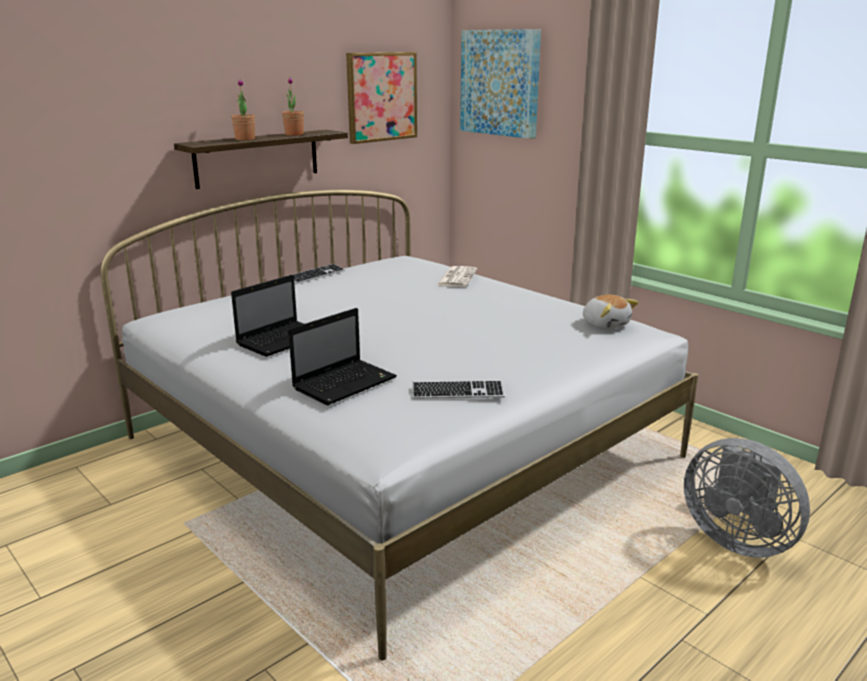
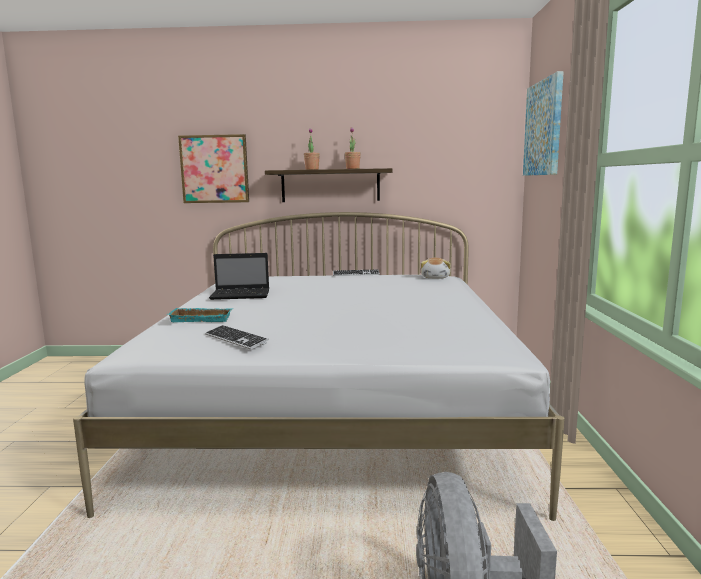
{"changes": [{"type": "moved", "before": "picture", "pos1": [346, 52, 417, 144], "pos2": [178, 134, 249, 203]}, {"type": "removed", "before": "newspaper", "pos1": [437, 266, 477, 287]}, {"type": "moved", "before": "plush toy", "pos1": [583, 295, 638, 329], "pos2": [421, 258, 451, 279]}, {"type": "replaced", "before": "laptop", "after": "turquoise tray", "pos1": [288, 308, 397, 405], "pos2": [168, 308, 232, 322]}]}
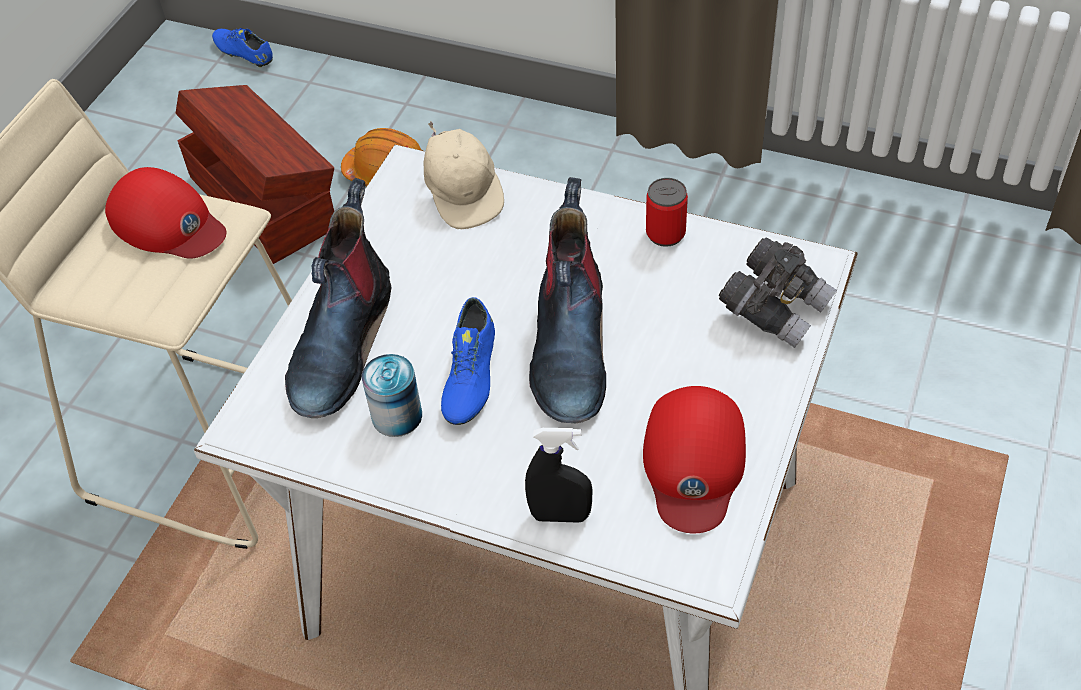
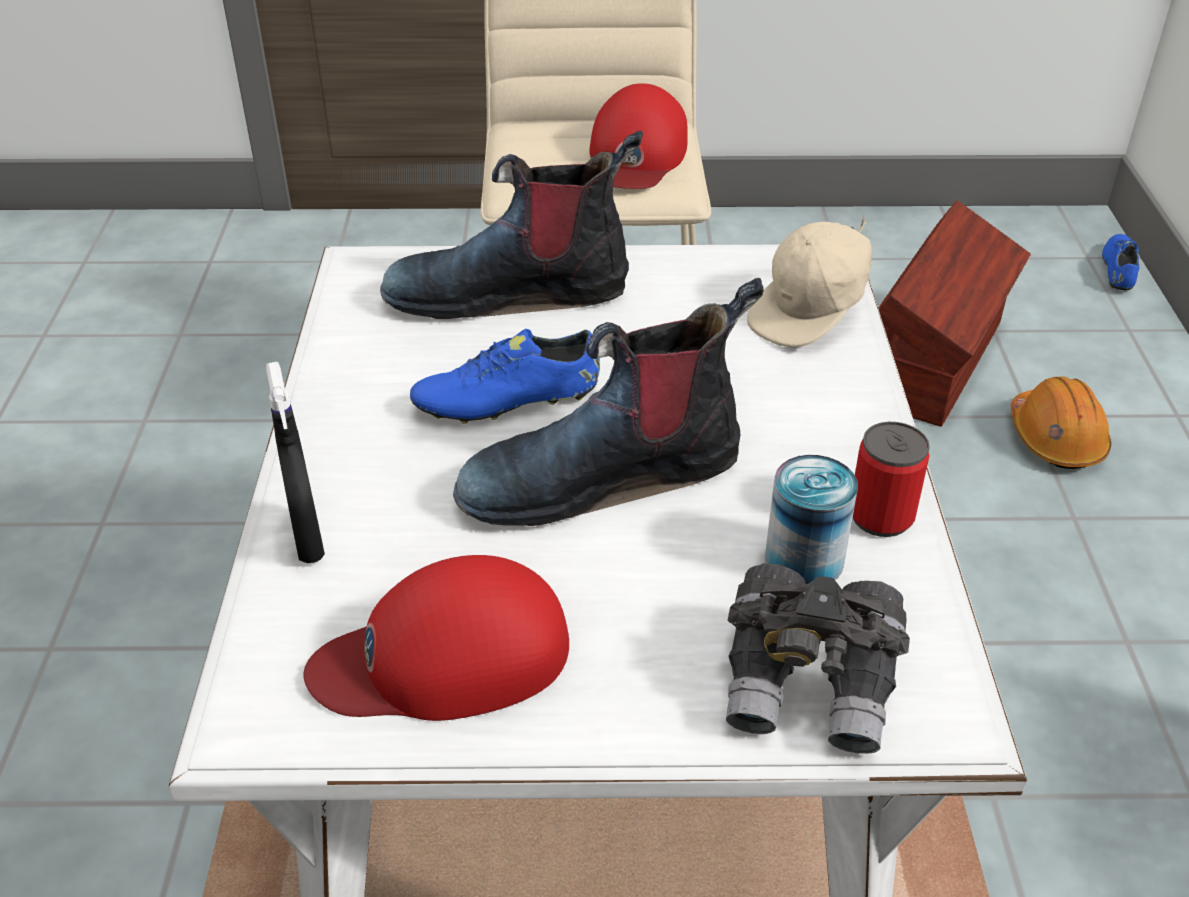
{"changes": [{"type": "moved", "before": "can", "pos1": [362, 354, 422, 437], "pos2": [765, 455, 858, 584]}]}
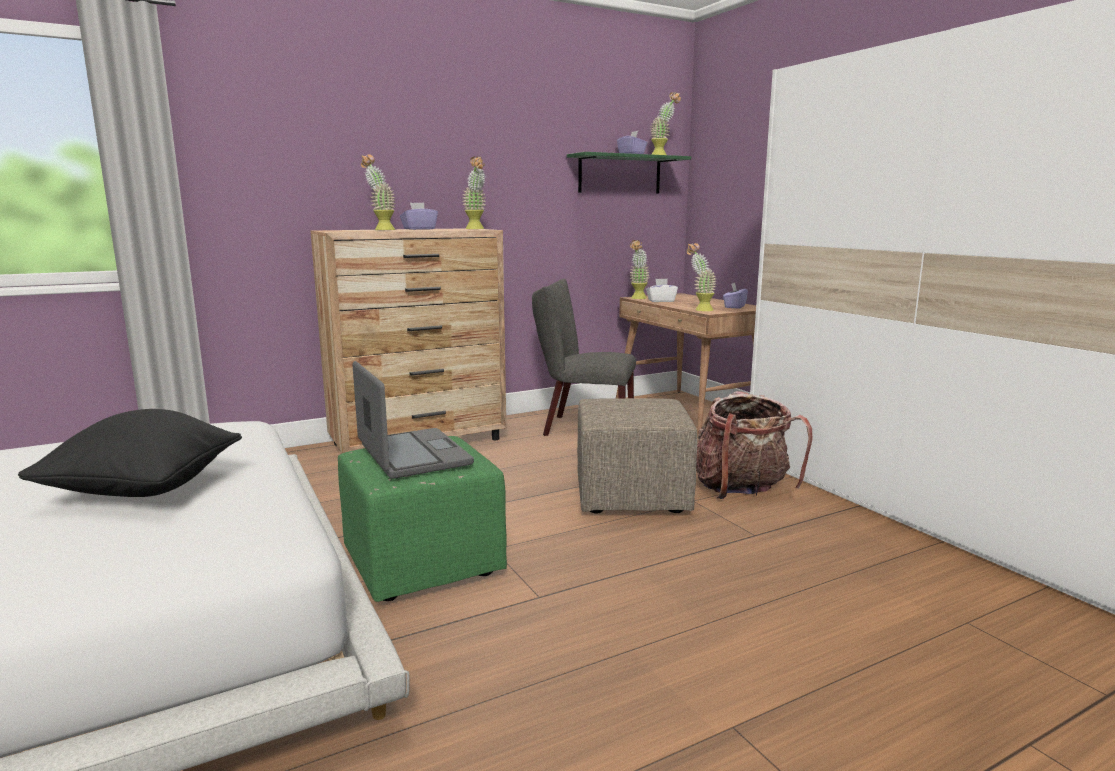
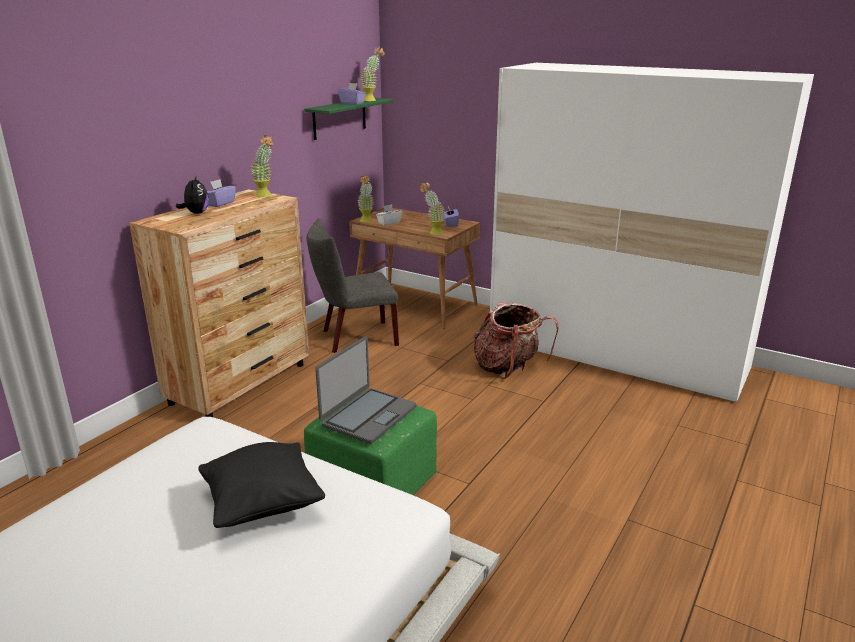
{"changes": [{"type": "replaced", "before": "potted plant", "after": "plush toy", "pos1": [361, 154, 396, 230], "pos2": [176, 176, 209, 214]}, {"type": "turned", "before": "laptop", "pos1": [352, 361, 474, 479], "pos2": [315, 336, 417, 444], "turn": 90}, {"type": "removed", "before": "beige ottoman", "pos1": [577, 398, 697, 514]}]}
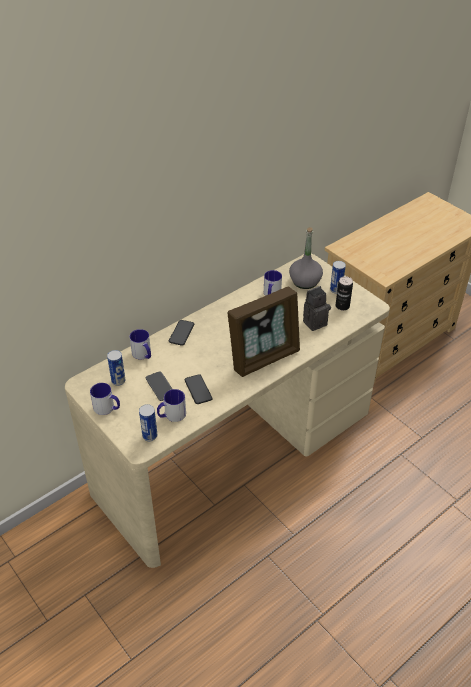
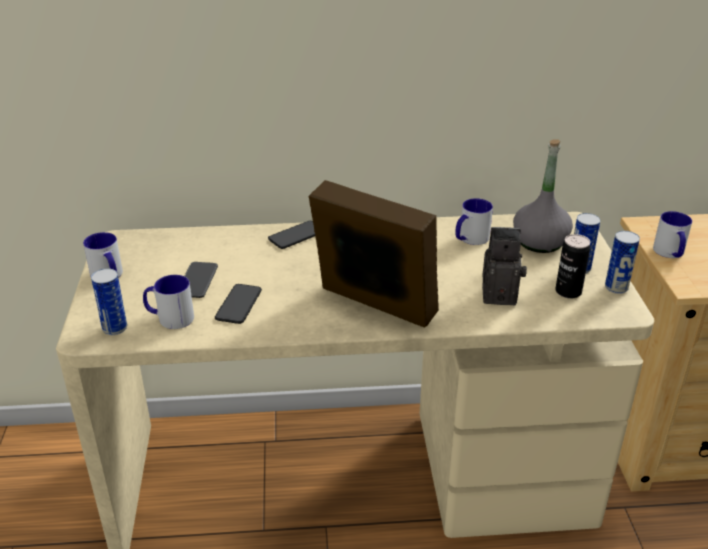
{"changes": [{"type": "turned", "before": "picture frame", "pos1": [228, 287, 300, 377], "pos2": [309, 180, 439, 328], "turn": -150}, {"type": "moved", "before": "mug", "pos1": [129, 329, 151, 360], "pos2": [653, 211, 692, 258]}, {"type": "moved", "before": "can", "pos1": [107, 350, 126, 386], "pos2": [605, 231, 640, 294]}]}
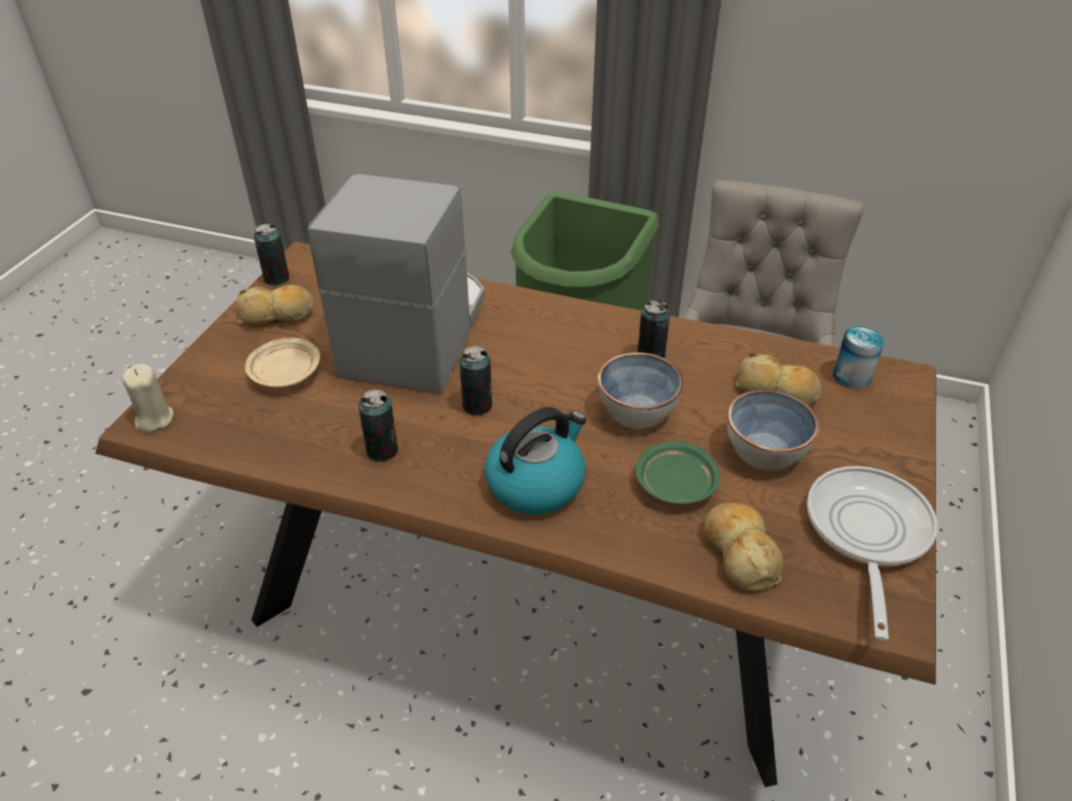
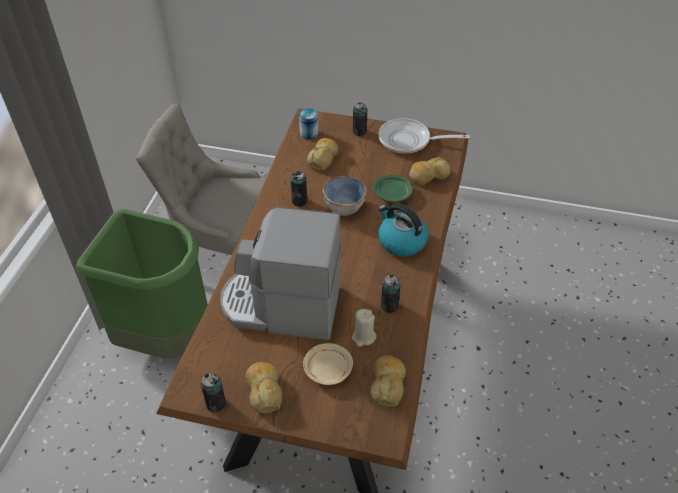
{"changes": [{"type": "moved", "before": "can", "pos1": [459, 346, 492, 416], "pos2": [353, 102, 367, 136]}, {"type": "moved", "before": "beige candle", "pos1": [122, 364, 174, 432], "pos2": [352, 309, 376, 347]}, {"type": "removed", "before": "bowl", "pos1": [727, 389, 819, 471]}, {"type": "added", "after": "bread", "pos2": [370, 355, 406, 407]}]}
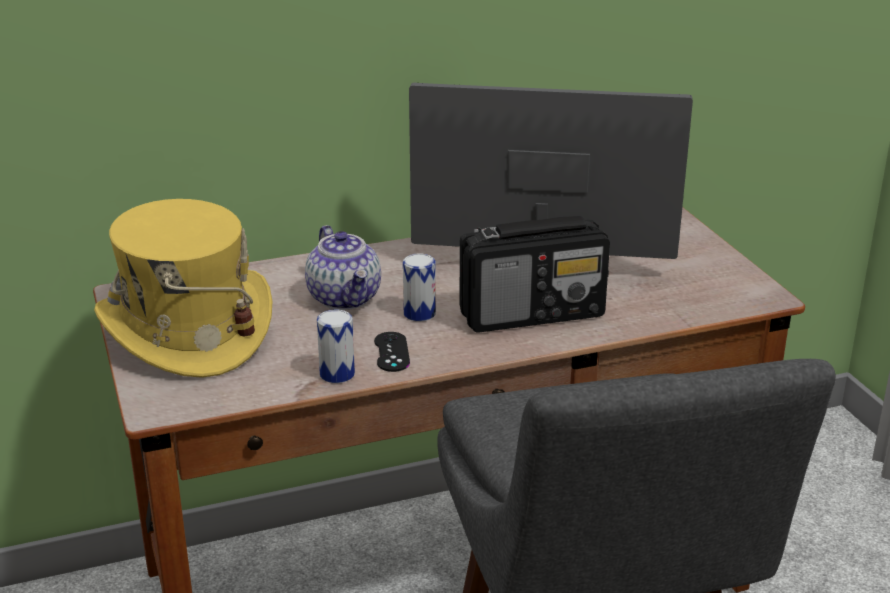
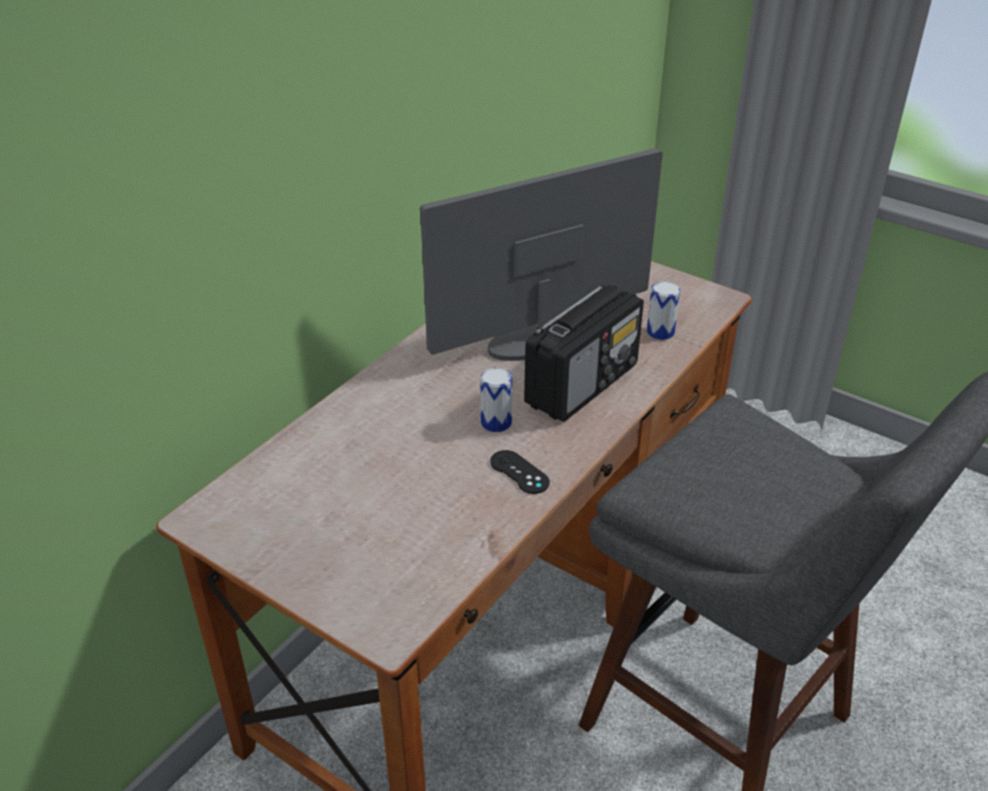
{"changes": [{"type": "removed", "before": "yellow hat", "pos1": [94, 199, 272, 378]}, {"type": "removed", "before": "teapot", "pos1": [305, 225, 381, 310]}, {"type": "moved", "before": "can", "pos1": [317, 309, 355, 383], "pos2": [647, 281, 680, 340]}]}
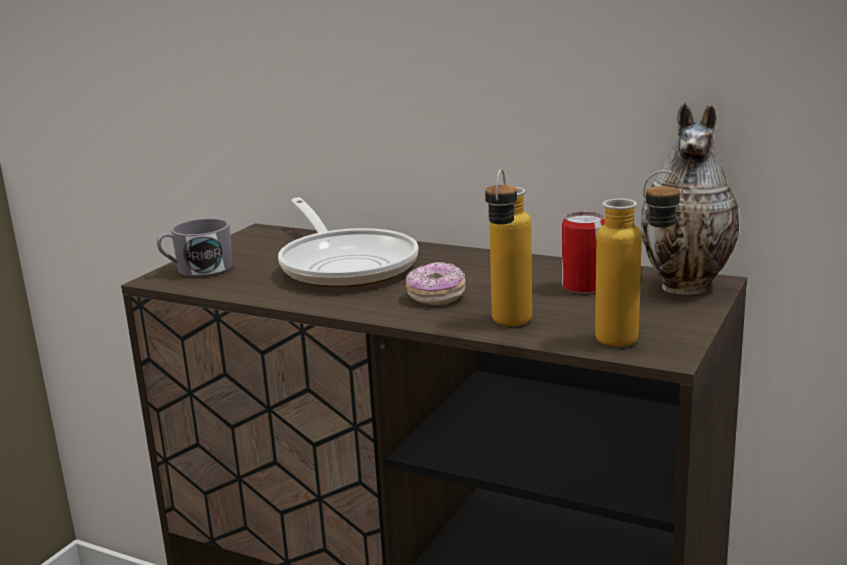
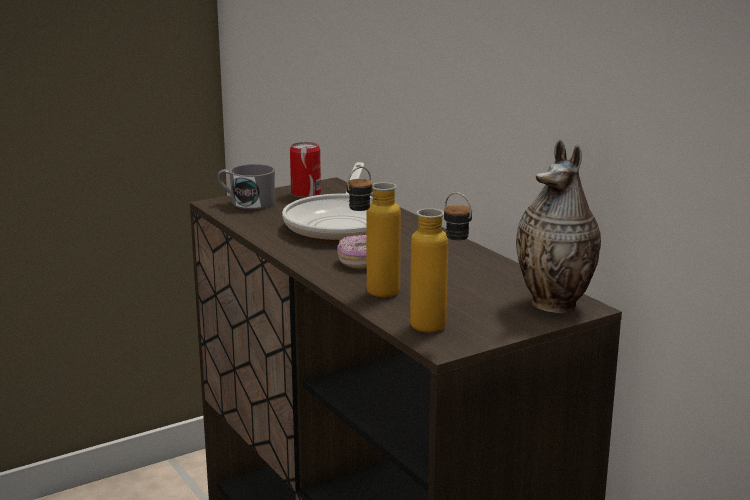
{"changes": [{"type": "moved", "before": "can", "pos1": [562, 212, 605, 294], "pos2": [290, 142, 321, 198]}]}
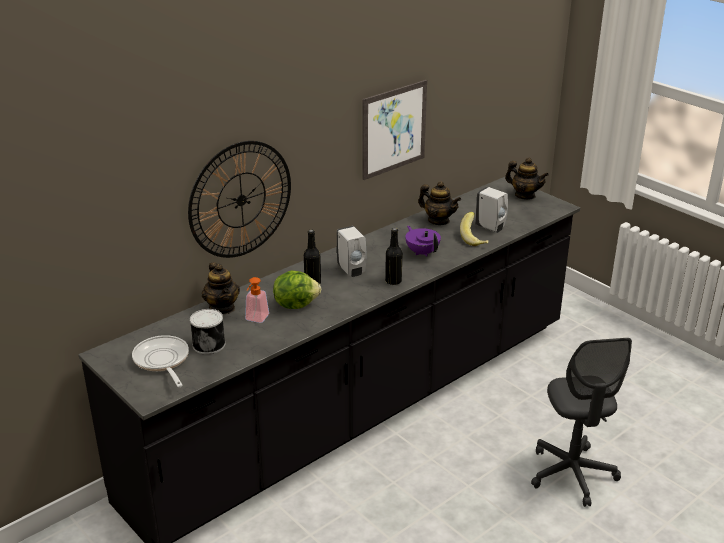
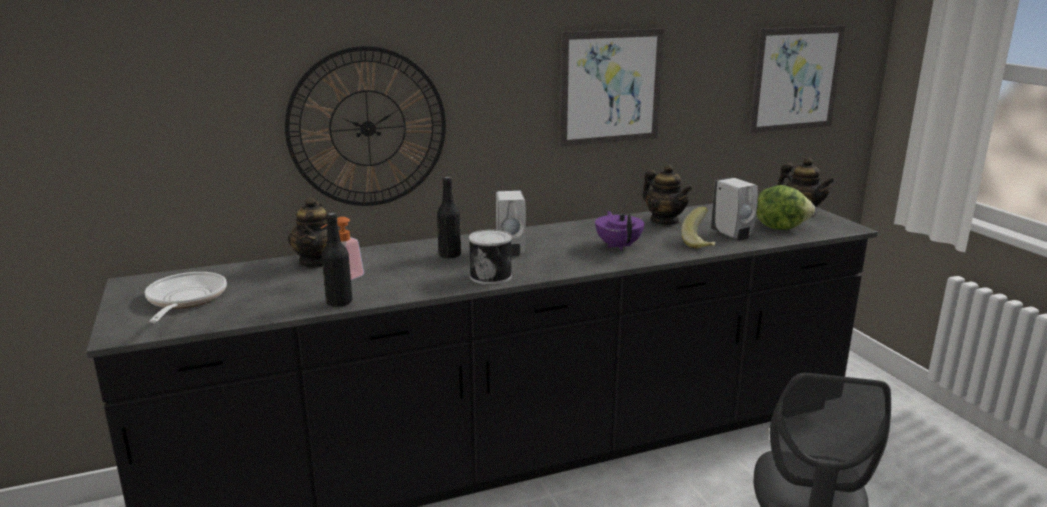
{"changes": [{"type": "moved", "before": "black bottle", "pos1": [385, 228, 402, 285], "pos2": [322, 213, 352, 307]}, {"type": "moved", "before": "lettuce", "pos1": [273, 270, 321, 309], "pos2": [756, 185, 815, 230]}, {"type": "moved", "before": "can", "pos1": [190, 309, 225, 354], "pos2": [469, 229, 512, 285]}, {"type": "added", "after": "picture", "pos2": [749, 26, 845, 133]}]}
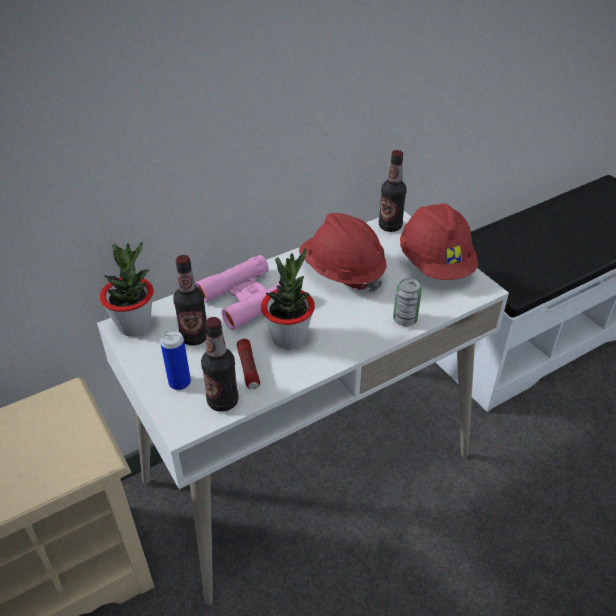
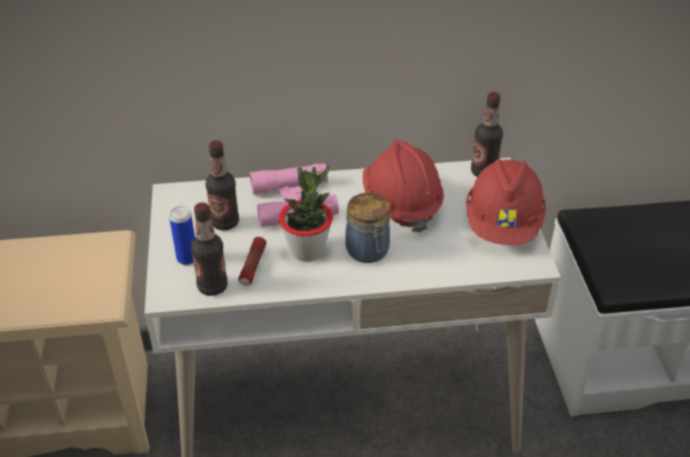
{"changes": [{"type": "removed", "before": "potted plant", "pos1": [100, 242, 153, 336]}, {"type": "removed", "before": "can", "pos1": [393, 278, 422, 326]}, {"type": "added", "after": "jar", "pos2": [345, 193, 390, 263]}]}
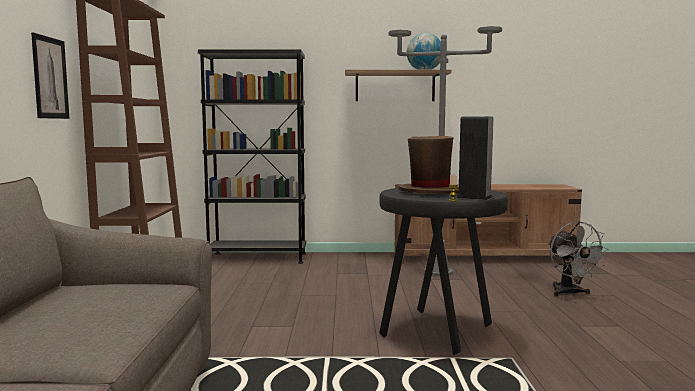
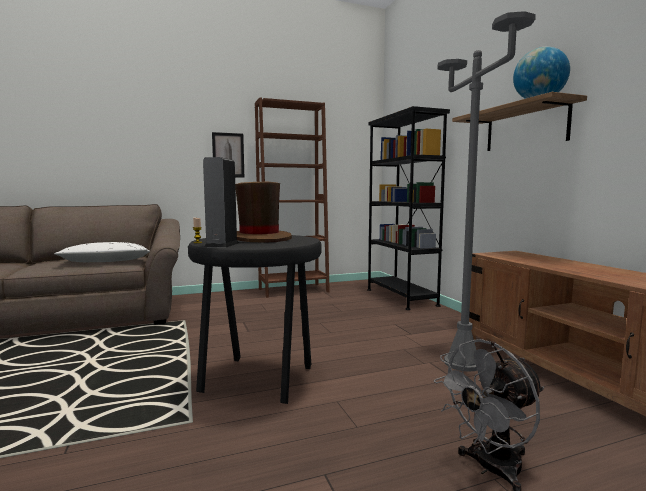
{"changes": [{"type": "added", "after": "white pillow", "pos2": [54, 242, 150, 262]}]}
